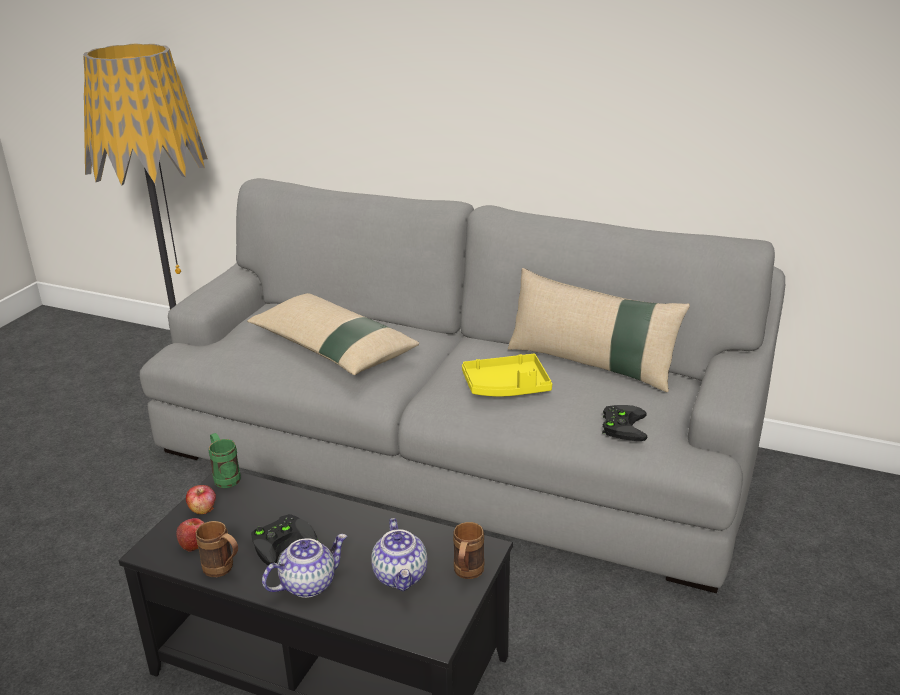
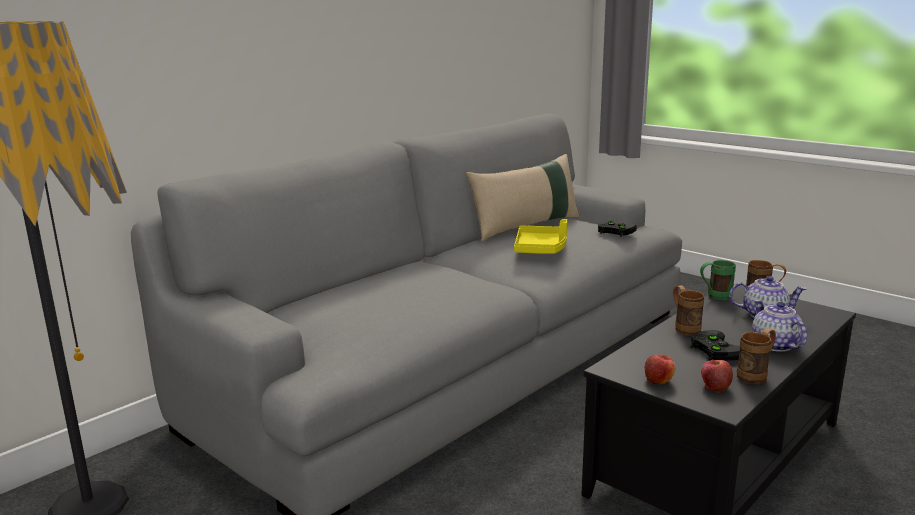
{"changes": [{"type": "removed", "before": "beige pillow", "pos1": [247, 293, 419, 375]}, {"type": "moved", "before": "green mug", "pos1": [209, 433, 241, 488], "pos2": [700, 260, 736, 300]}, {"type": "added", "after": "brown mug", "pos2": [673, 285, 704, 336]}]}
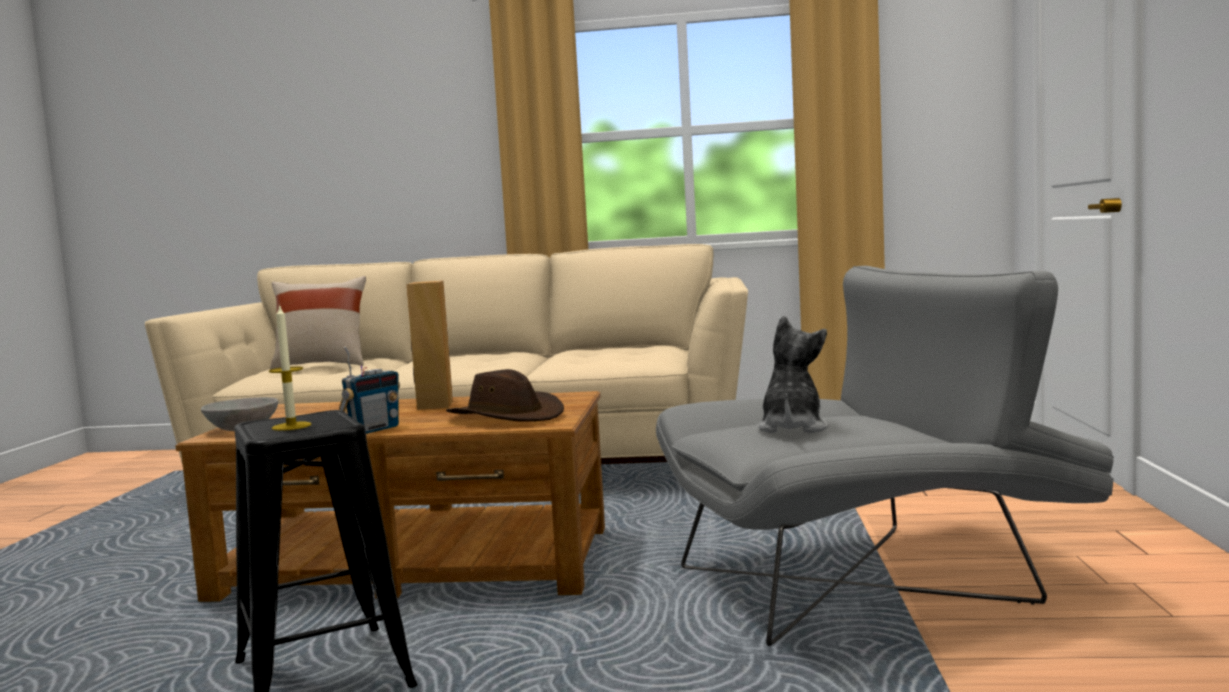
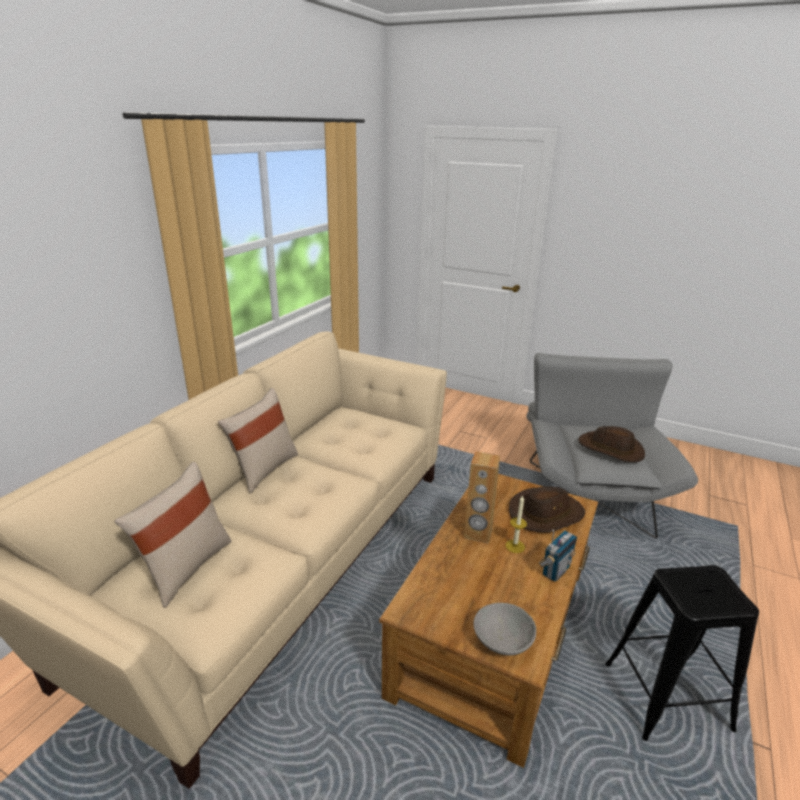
{"changes": [{"type": "moved", "before": "candle", "pos1": [269, 304, 311, 431], "pos2": [505, 495, 527, 553]}, {"type": "replaced", "before": "plush toy", "after": "brown hat", "pos1": [757, 316, 829, 433], "pos2": [578, 426, 645, 462]}, {"type": "turned", "before": "radio", "pos1": [339, 346, 400, 434], "pos2": [539, 529, 577, 582], "turn": 75}, {"type": "added", "after": "beige pillow", "pos2": [218, 388, 298, 494]}]}
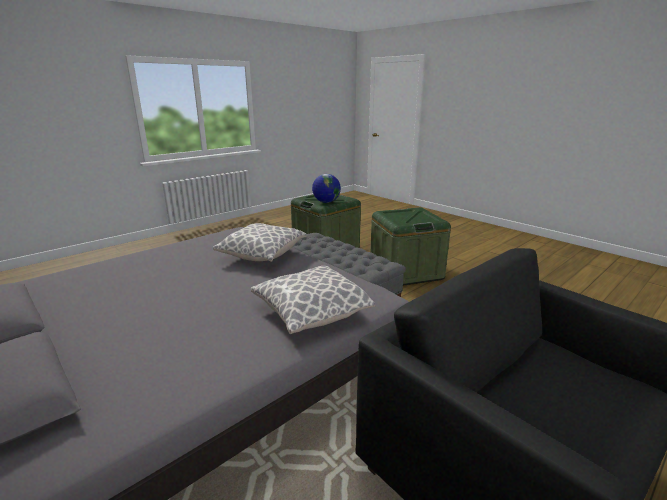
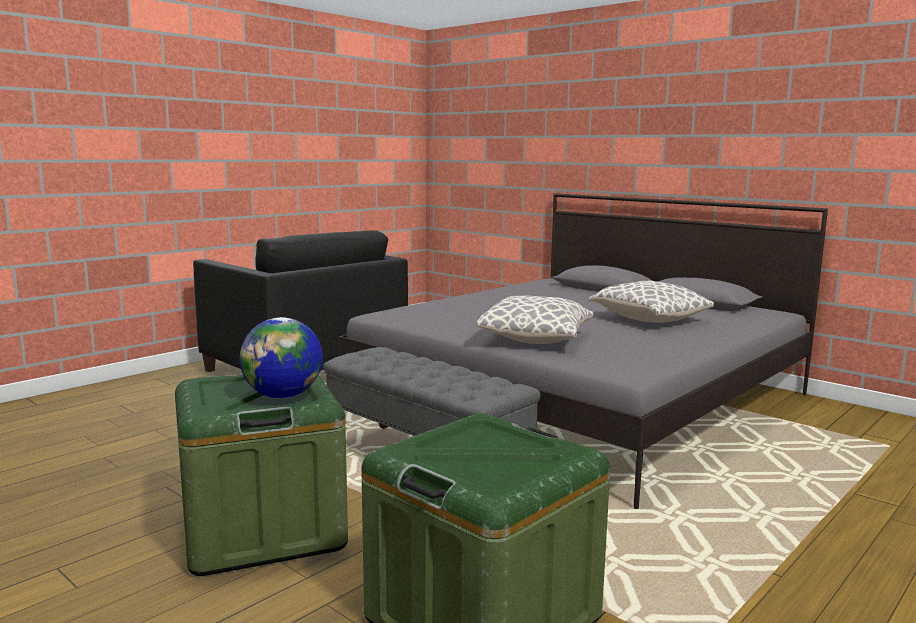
{"changes": [{"type": "moved", "before": "globe", "pos1": [312, 174, 341, 203], "pos2": [240, 317, 323, 398]}, {"type": "moved", "before": "pillow", "pos1": [251, 266, 375, 334], "pos2": [588, 281, 714, 322]}]}
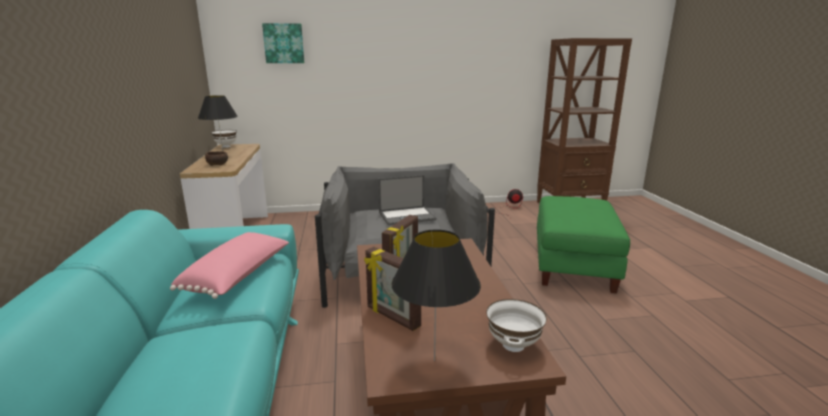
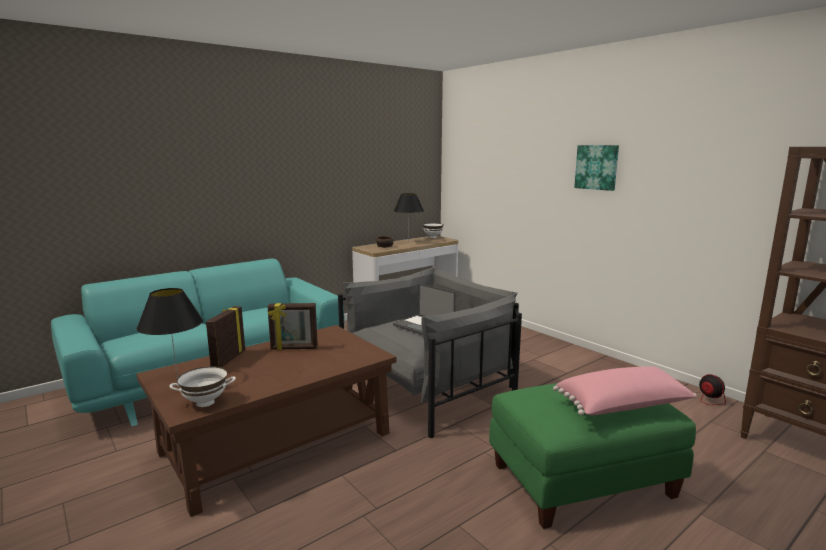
{"changes": [{"type": "moved", "before": "picture", "pos1": [262, 23, 304, 63], "pos2": [574, 145, 619, 191]}, {"type": "moved", "before": "pink pillow", "pos1": [170, 232, 289, 299], "pos2": [553, 366, 697, 416]}]}
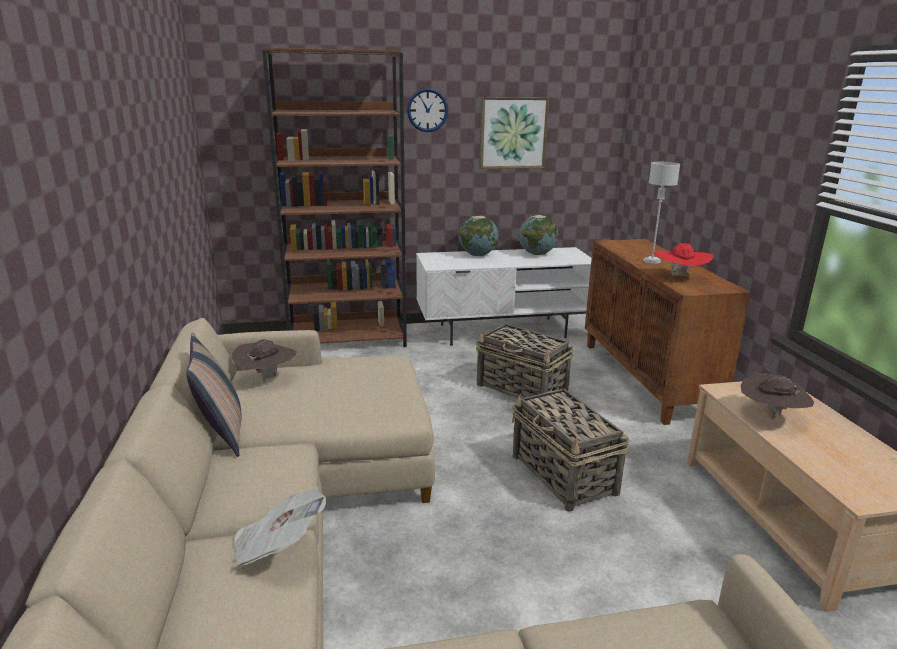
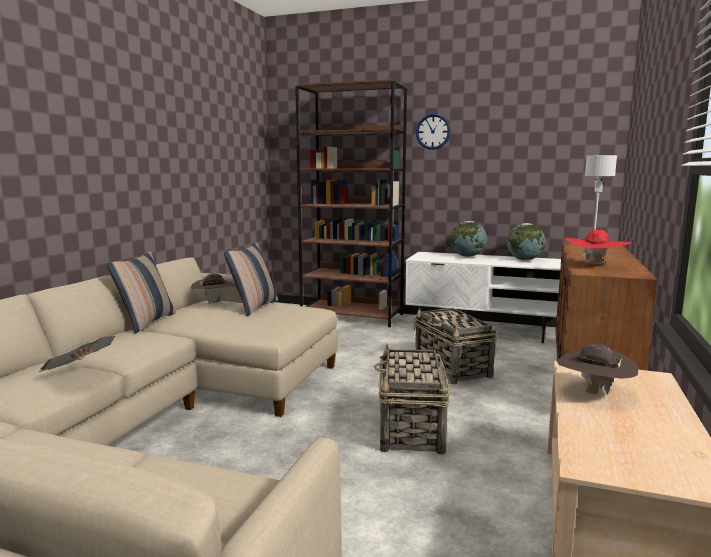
{"changes": [{"type": "removed", "before": "picture", "pos1": [479, 97, 549, 169]}, {"type": "added", "after": "pillow", "pos2": [224, 243, 278, 317]}]}
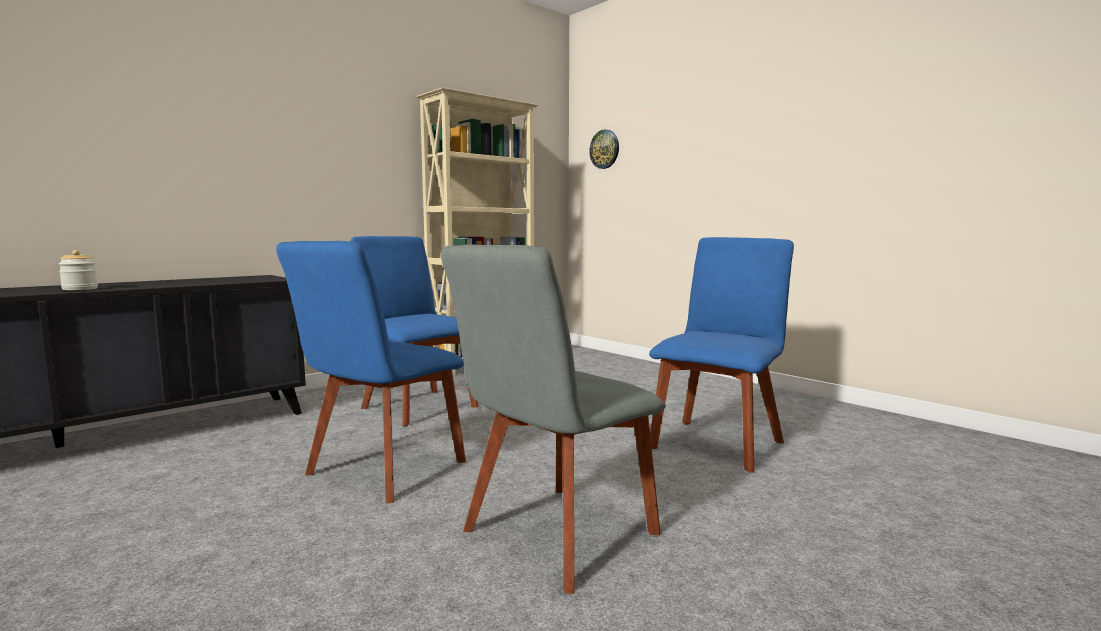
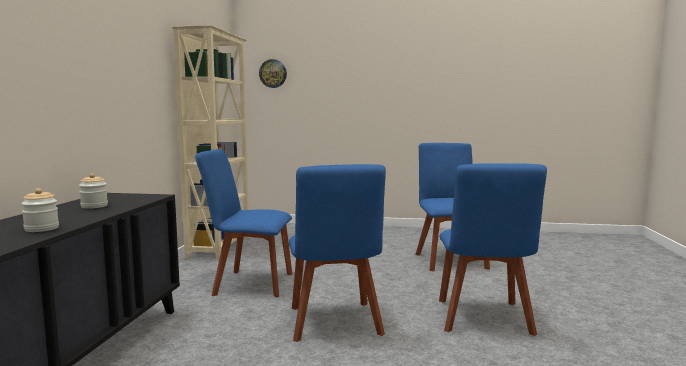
{"changes": [{"type": "recoloured", "before": "grey chair", "after": "blue chair", "pos1": [441, 244, 666, 594], "pos2": [439, 163, 547, 336]}, {"type": "added", "after": "jar", "pos2": [79, 173, 108, 208]}]}
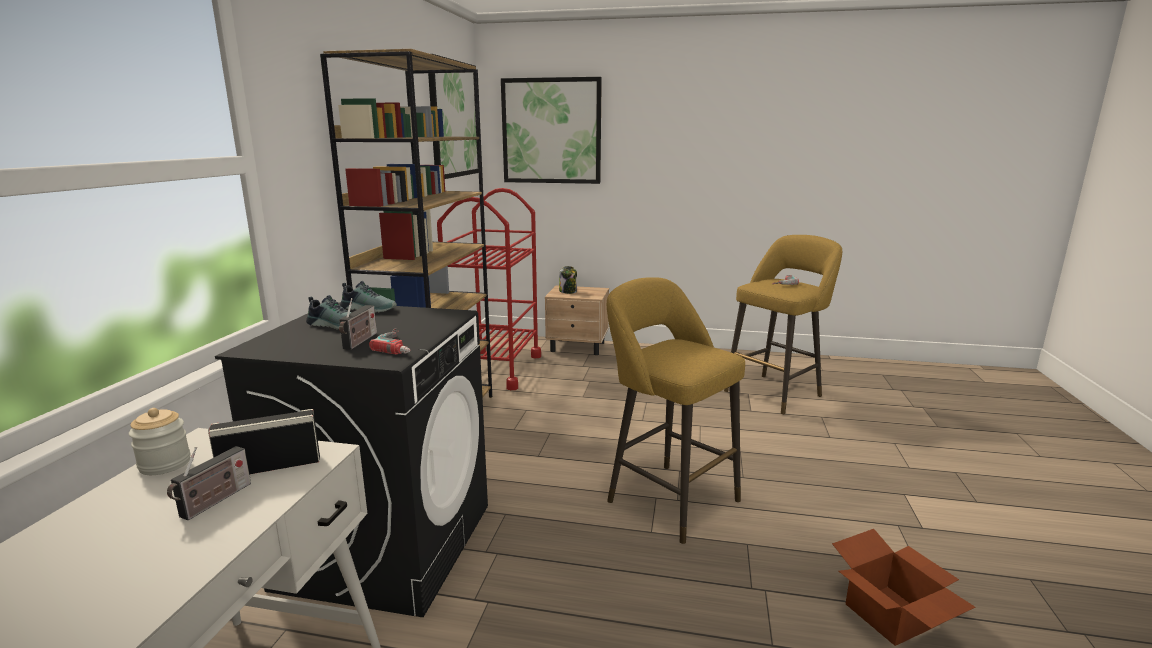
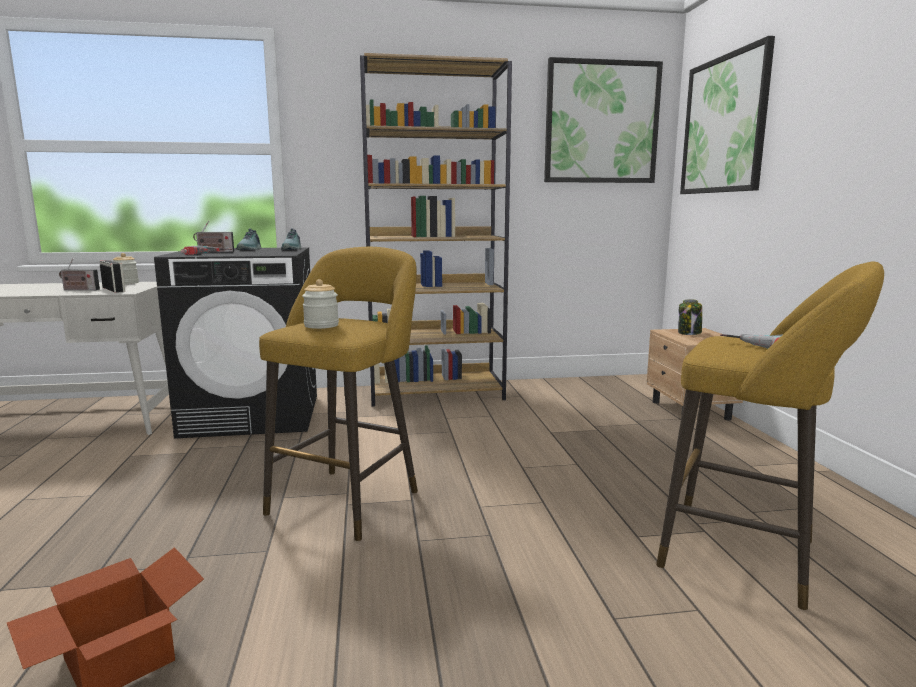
{"changes": [{"type": "removed", "before": "red cart", "pos1": [437, 188, 541, 390]}, {"type": "added", "after": "jar", "pos2": [302, 279, 339, 329]}]}
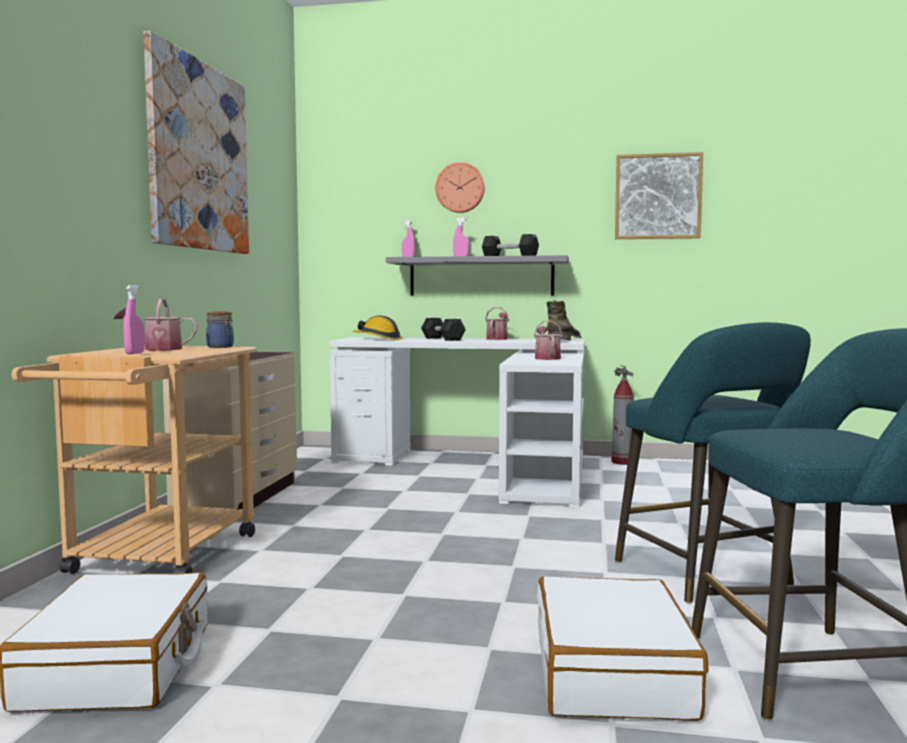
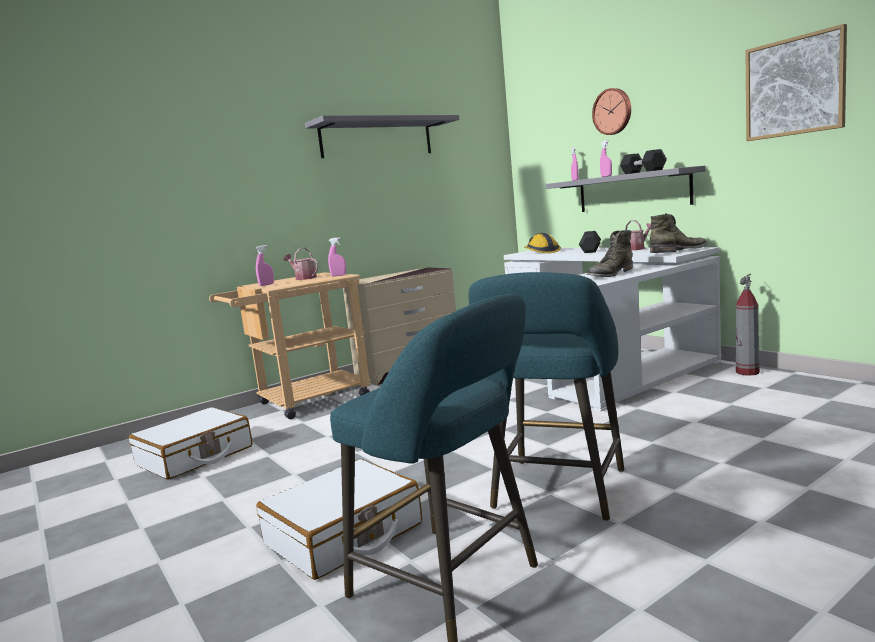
{"changes": [{"type": "replaced", "before": "picture", "after": "grey shelf", "pos1": [144, 31, 249, 254], "pos2": [305, 115, 459, 158]}, {"type": "replaced", "before": "jar", "after": "pink spray bottle", "pos1": [206, 311, 234, 348], "pos2": [328, 237, 346, 277]}, {"type": "replaced", "before": "watering can", "after": "green boot", "pos1": [534, 321, 563, 360], "pos2": [587, 230, 633, 277]}]}
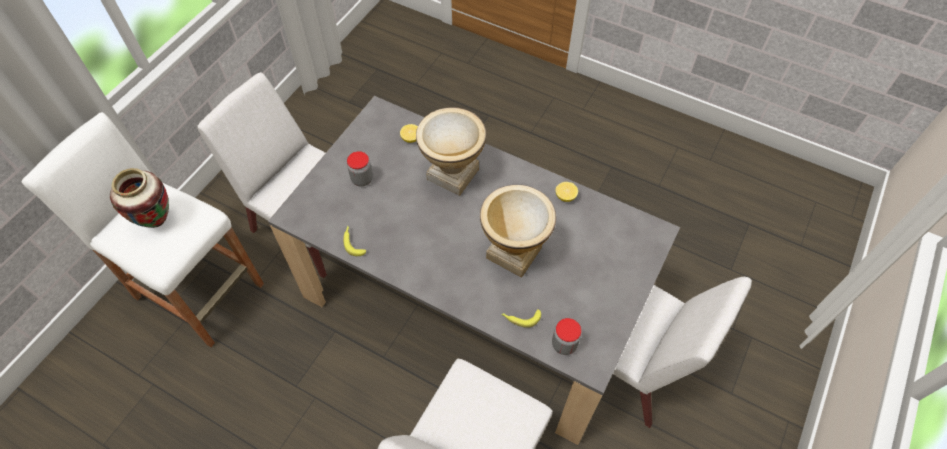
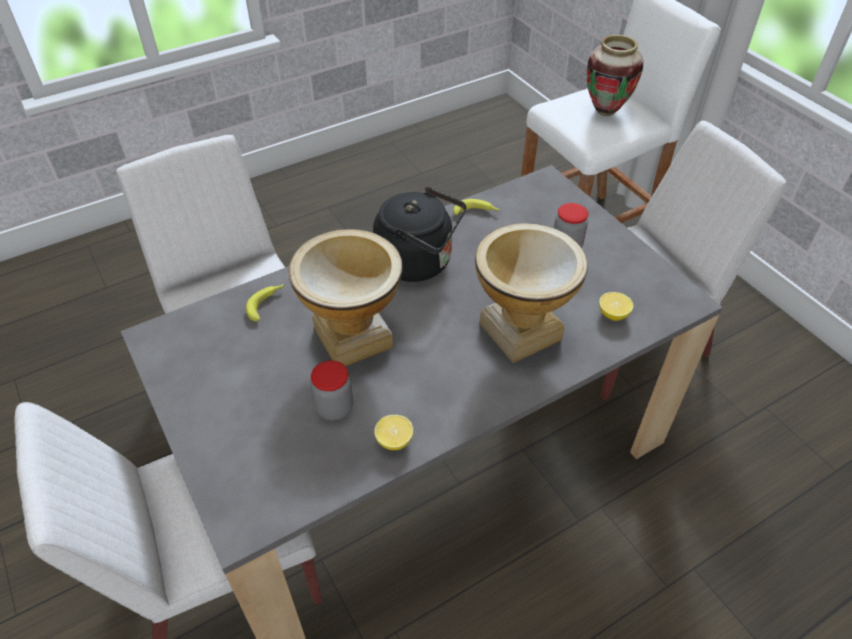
{"changes": [{"type": "moved", "before": "jar", "pos1": [552, 318, 581, 355], "pos2": [311, 361, 353, 421]}, {"type": "added", "after": "black kettle", "pos2": [373, 187, 466, 282]}]}
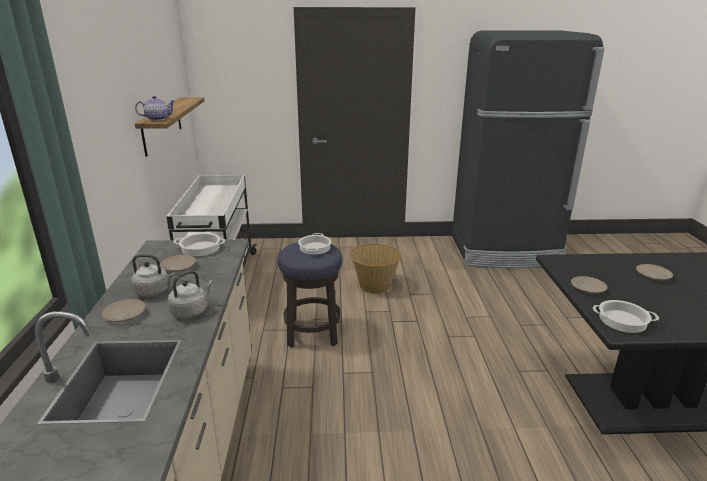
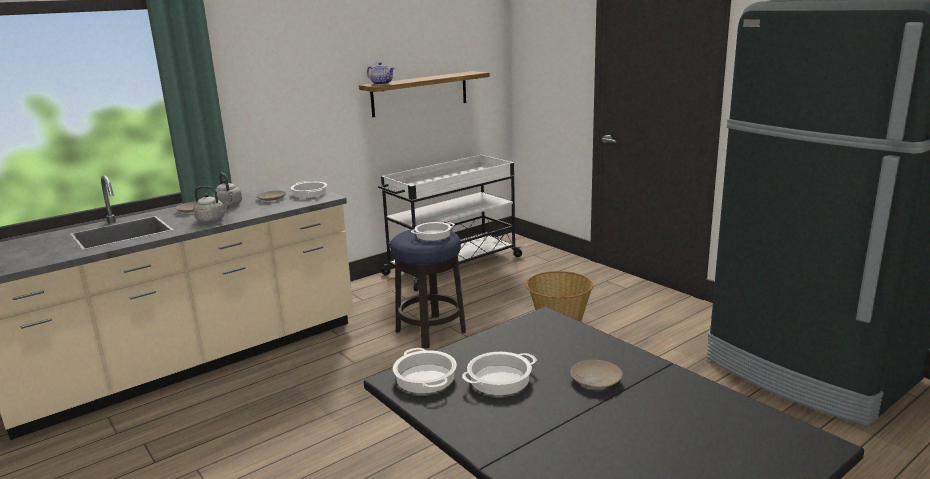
{"changes": [{"type": "removed", "before": "beige plate", "pos1": [571, 276, 607, 293]}, {"type": "added", "after": "cooking pot", "pos2": [462, 352, 537, 395]}]}
